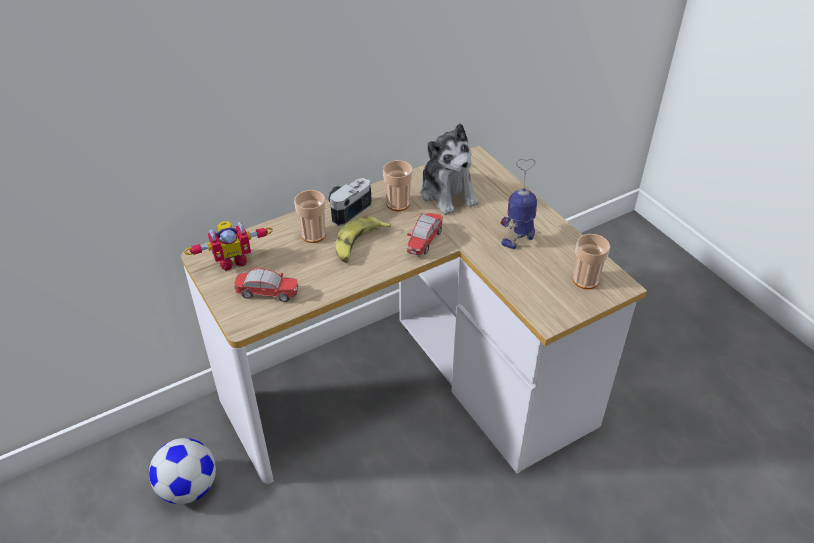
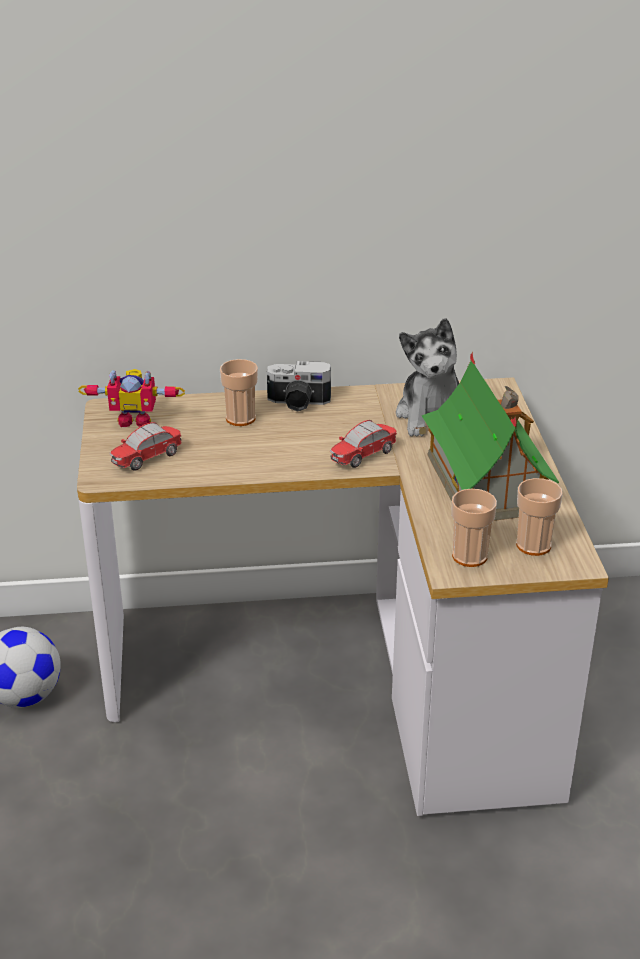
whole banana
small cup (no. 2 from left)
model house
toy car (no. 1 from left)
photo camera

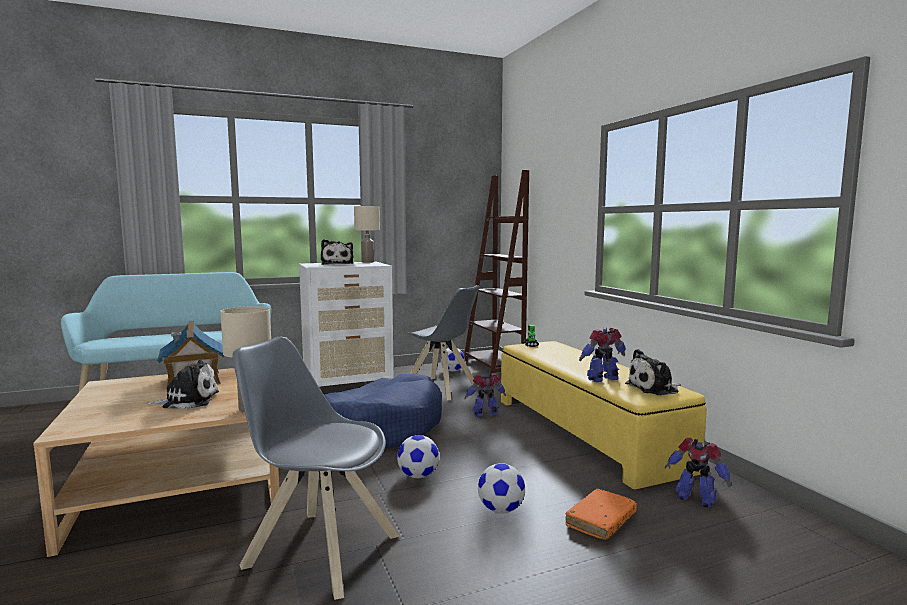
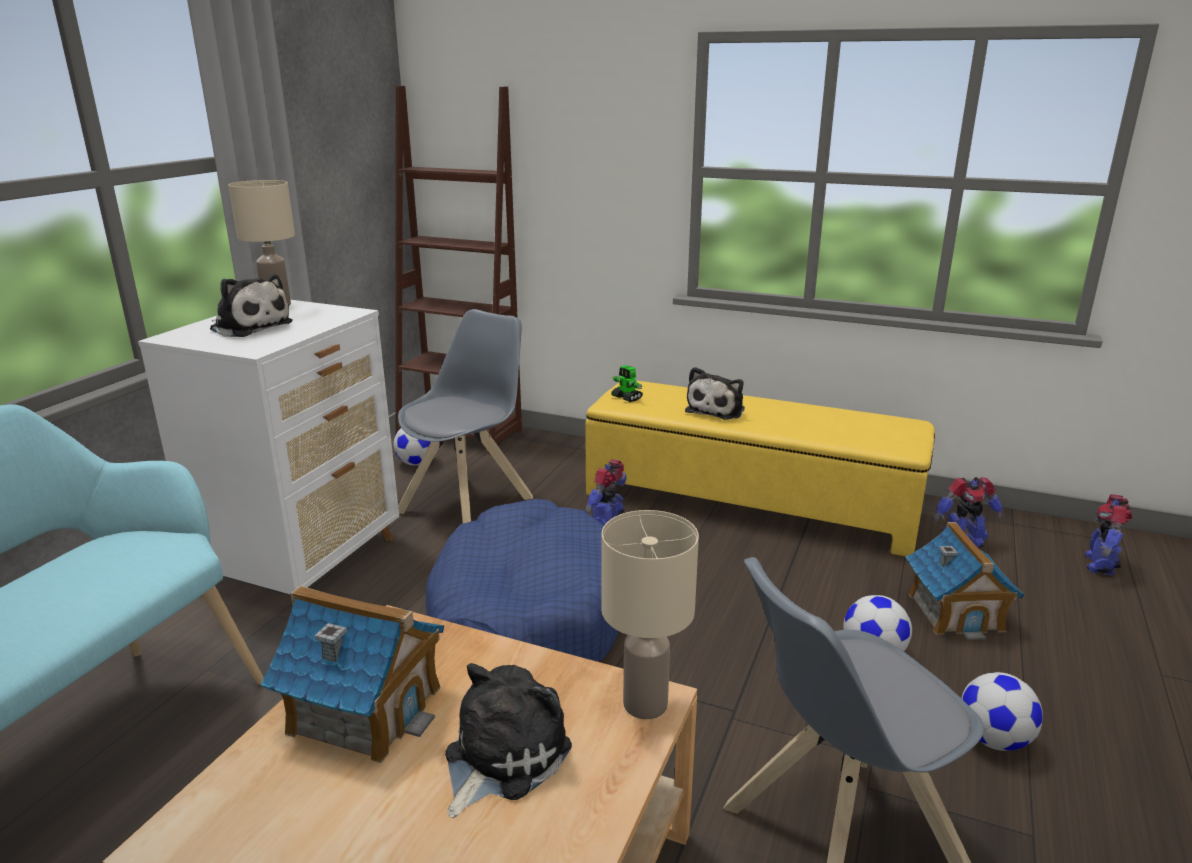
ball for football (no. 3 from left)
toy robot (no. 4 from left)
plush toy (no. 3 from left)
model house (no. 2 from left)
grey chair (no. 1 from left)

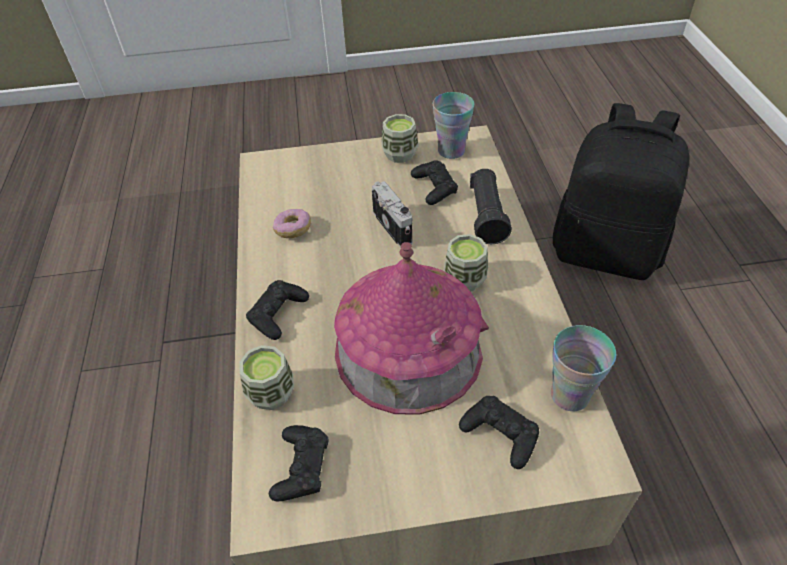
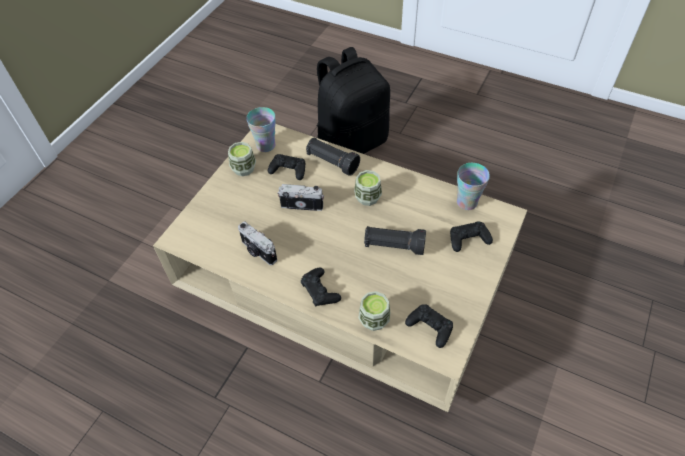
photo camera (no. 1 from left)
blackish flashlight (no. 2 from left)

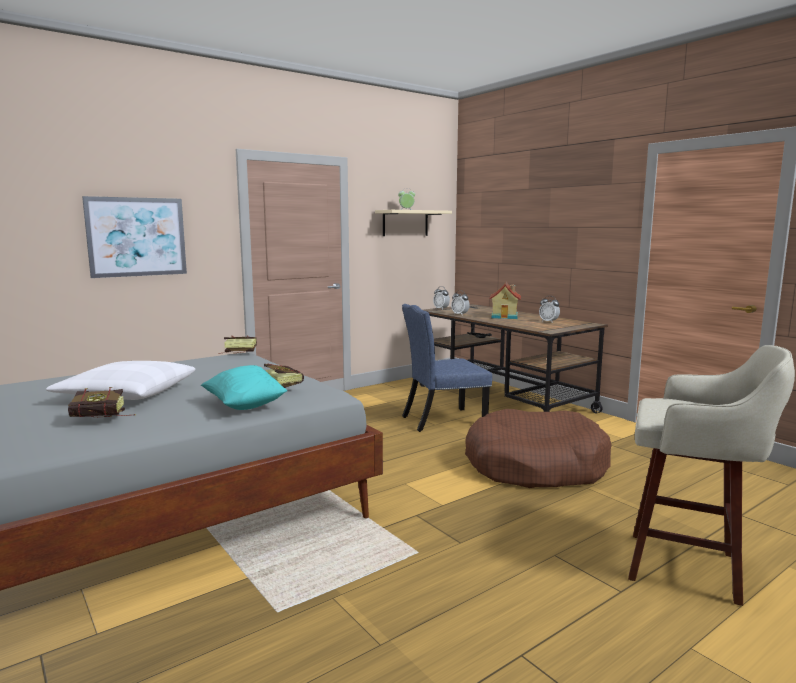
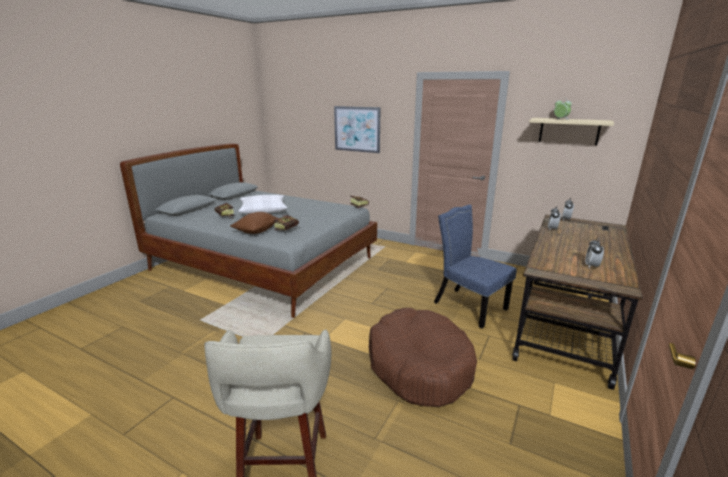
model house
brownish throw pillow

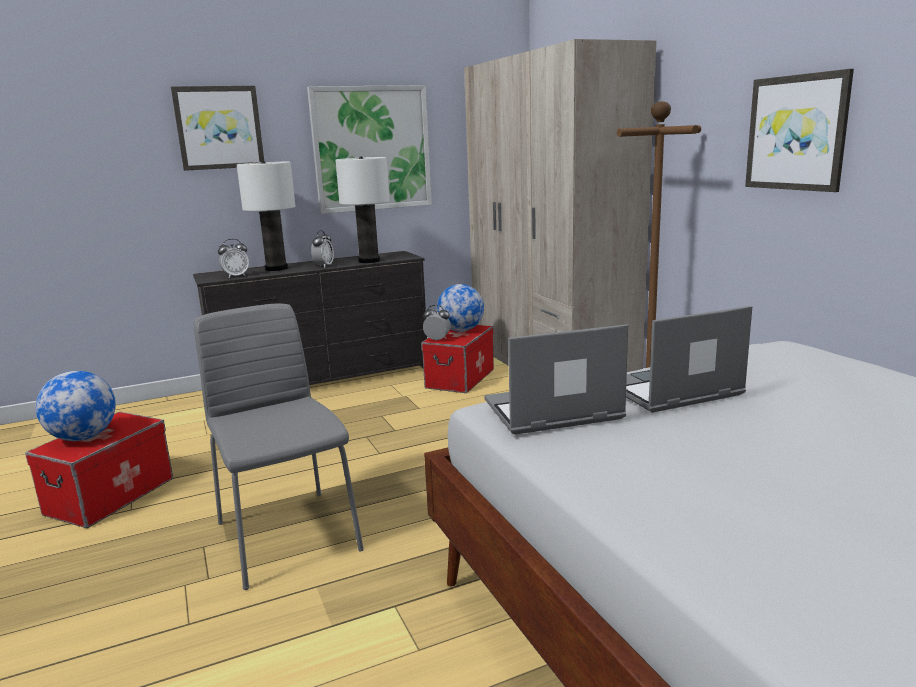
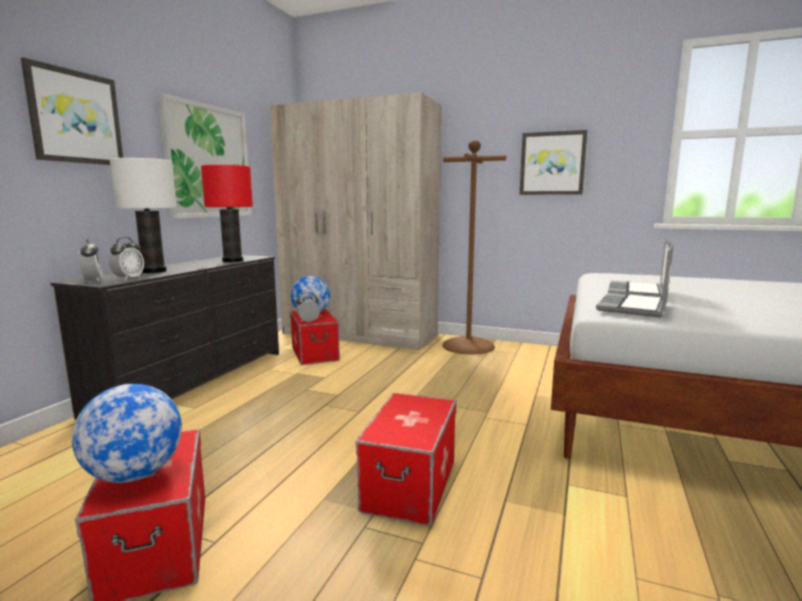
alarm clock (no. 1 from left)
storage bin (no. 3 from left)
red tabletop lamp

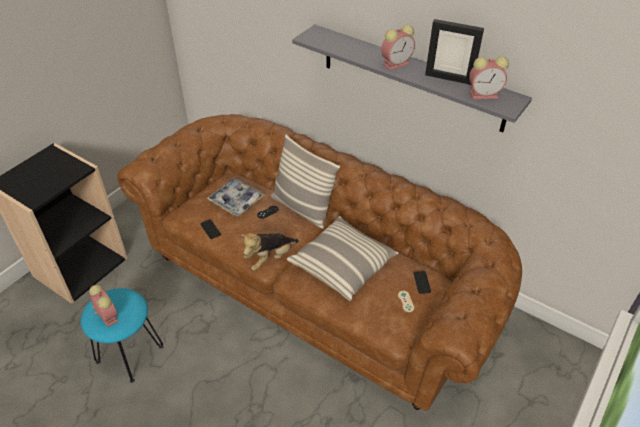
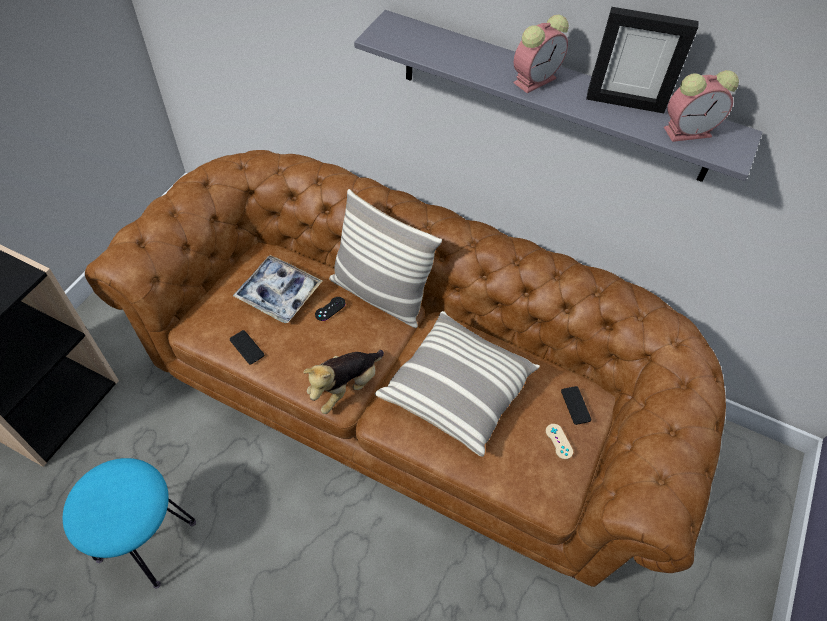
alarm clock (no. 1 from left in the first image)

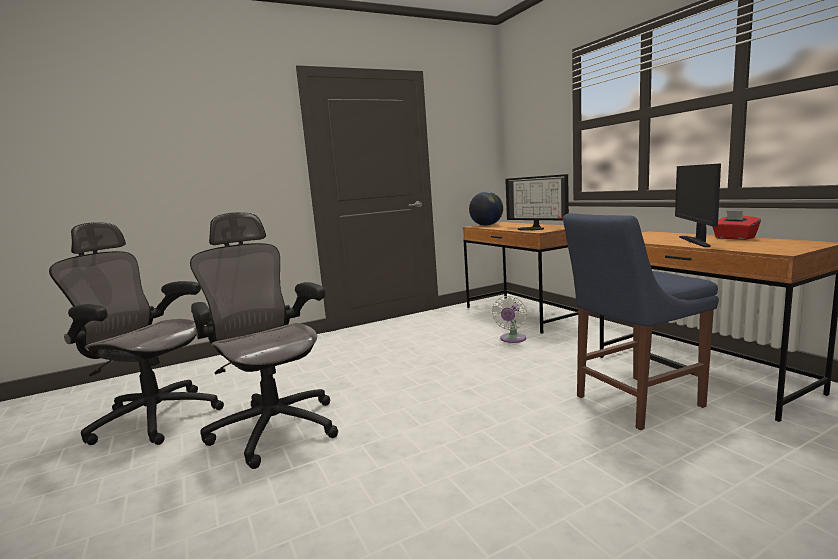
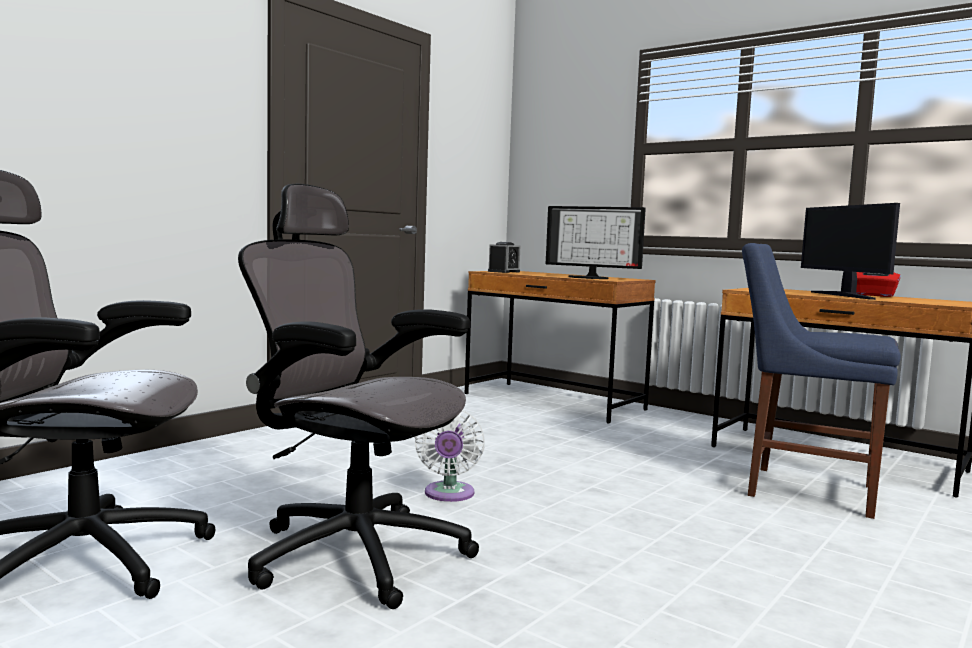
white-coloured electric fan
alarm clock
bluish chair

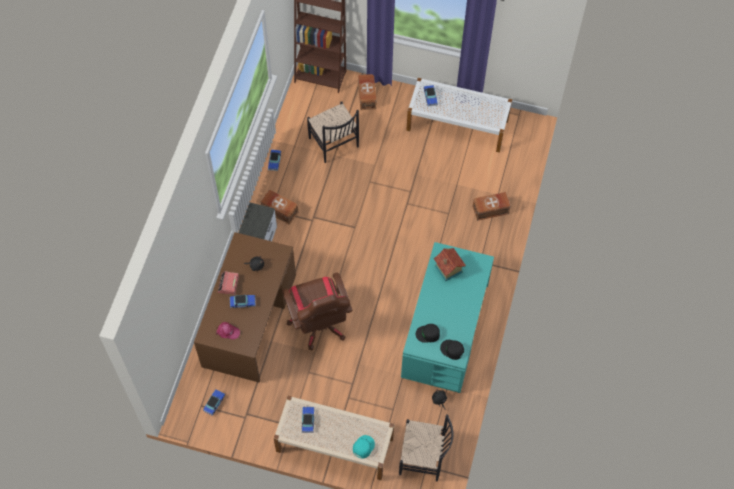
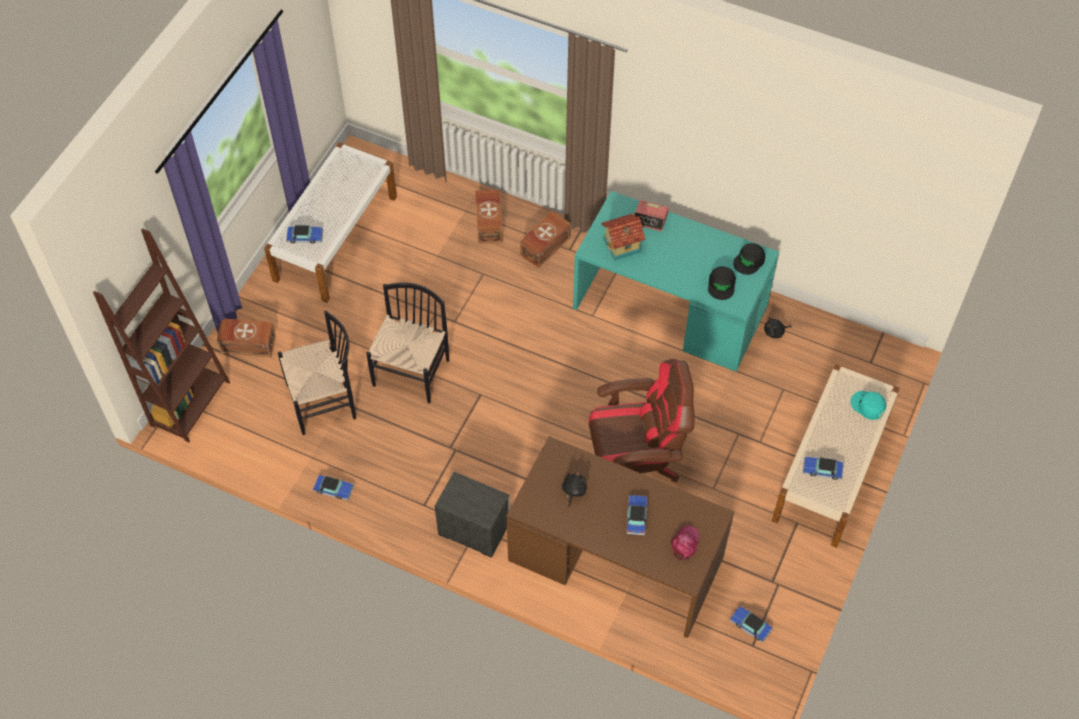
alarm clock
brownish storage bin (no. 3 from left)
blackish chair (no. 2 from left)

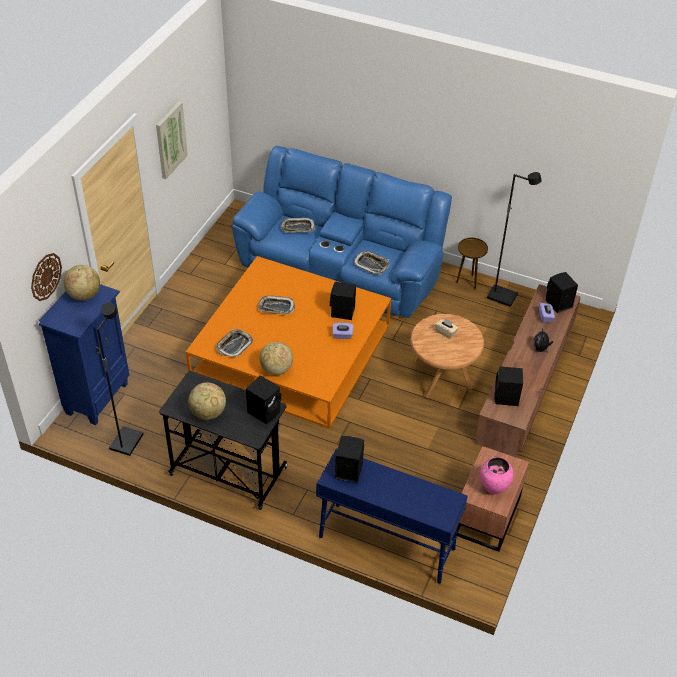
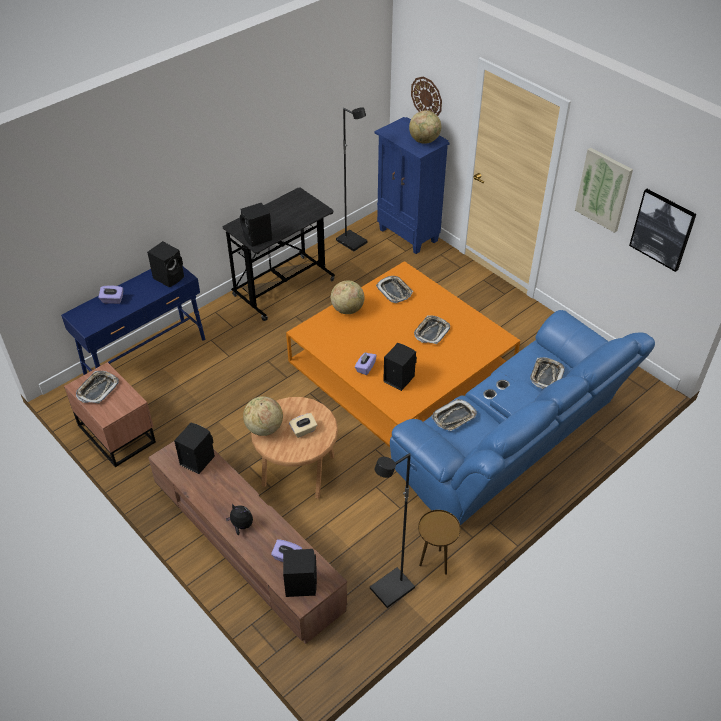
purplish tissue box (no. 1 from left)
wall picture (no. 2 from left)
desk globe (no. 1 from left)
tray (no. 1 from left)

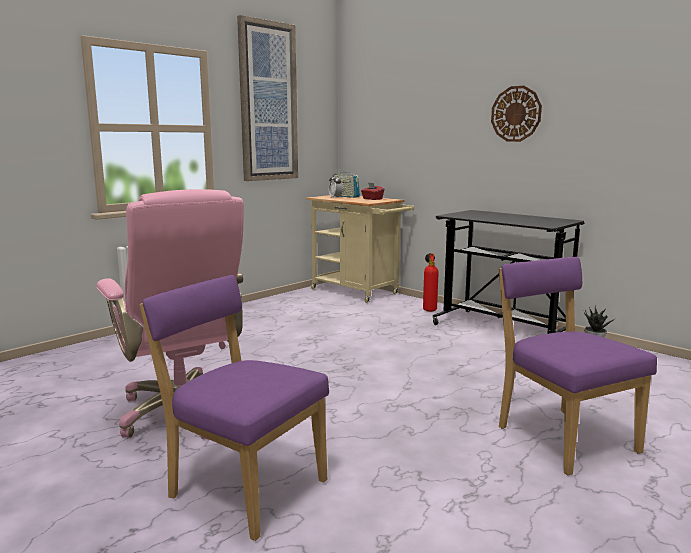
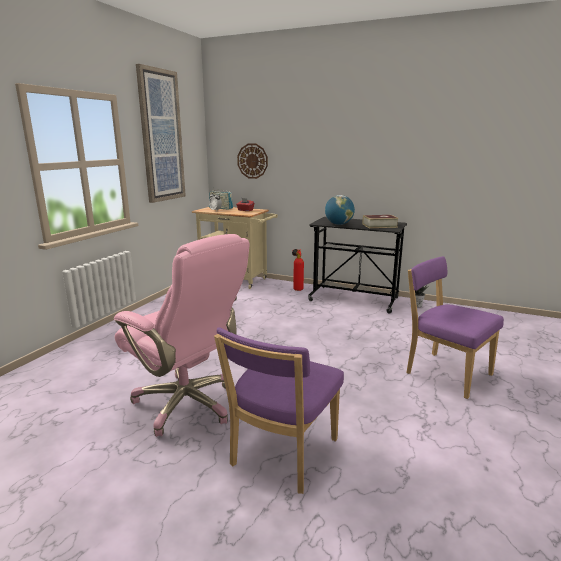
desk globe
bound book
hanging clock
purplish chair (no. 1 from left)

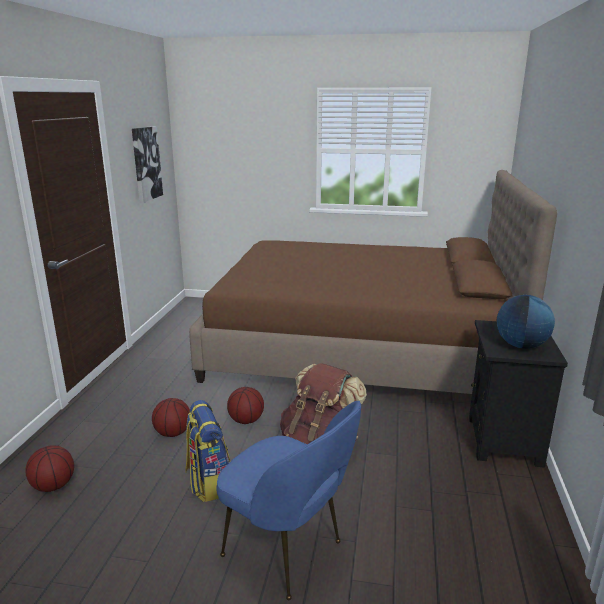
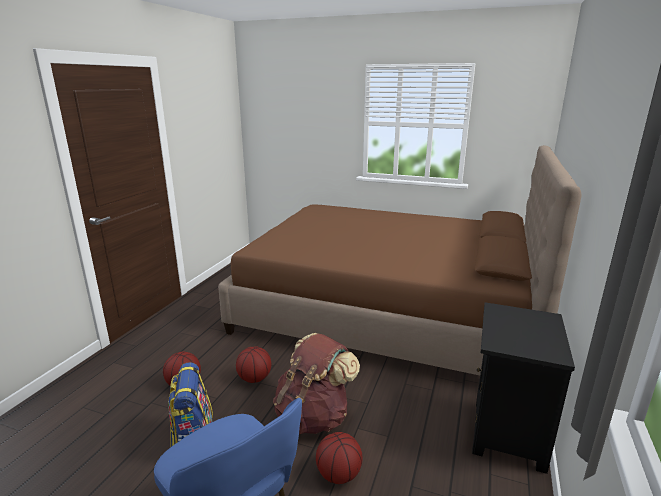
wall picture
desk globe
basketball (no. 3 from left)

